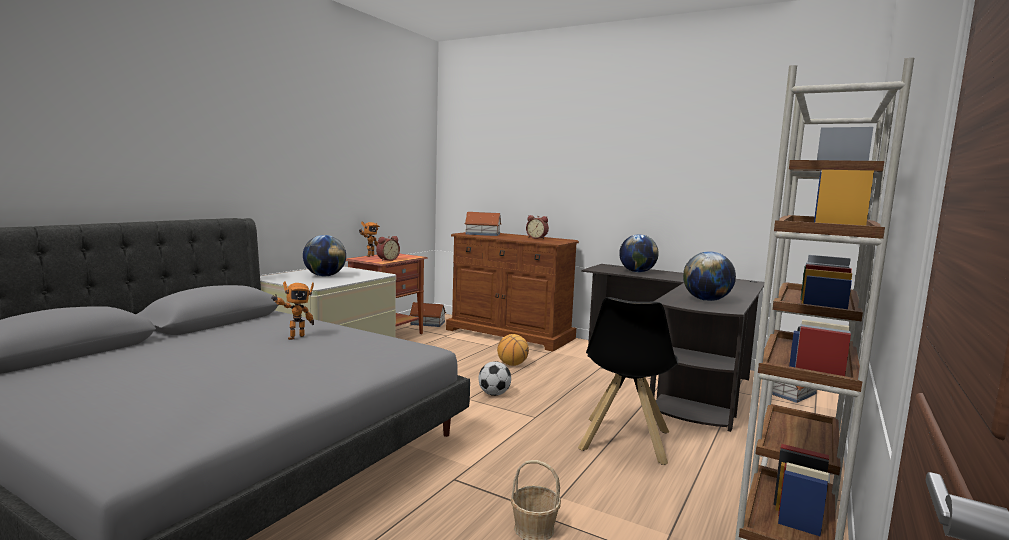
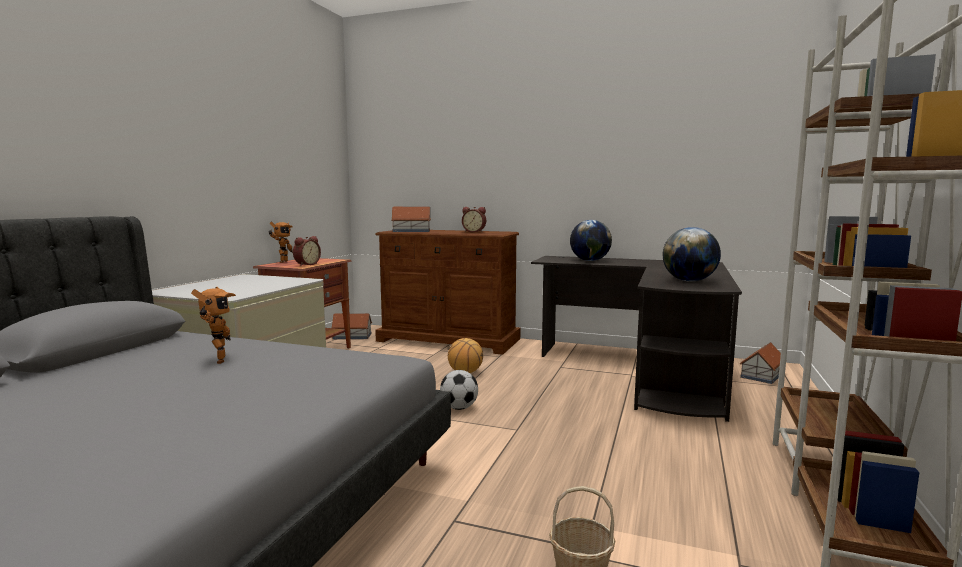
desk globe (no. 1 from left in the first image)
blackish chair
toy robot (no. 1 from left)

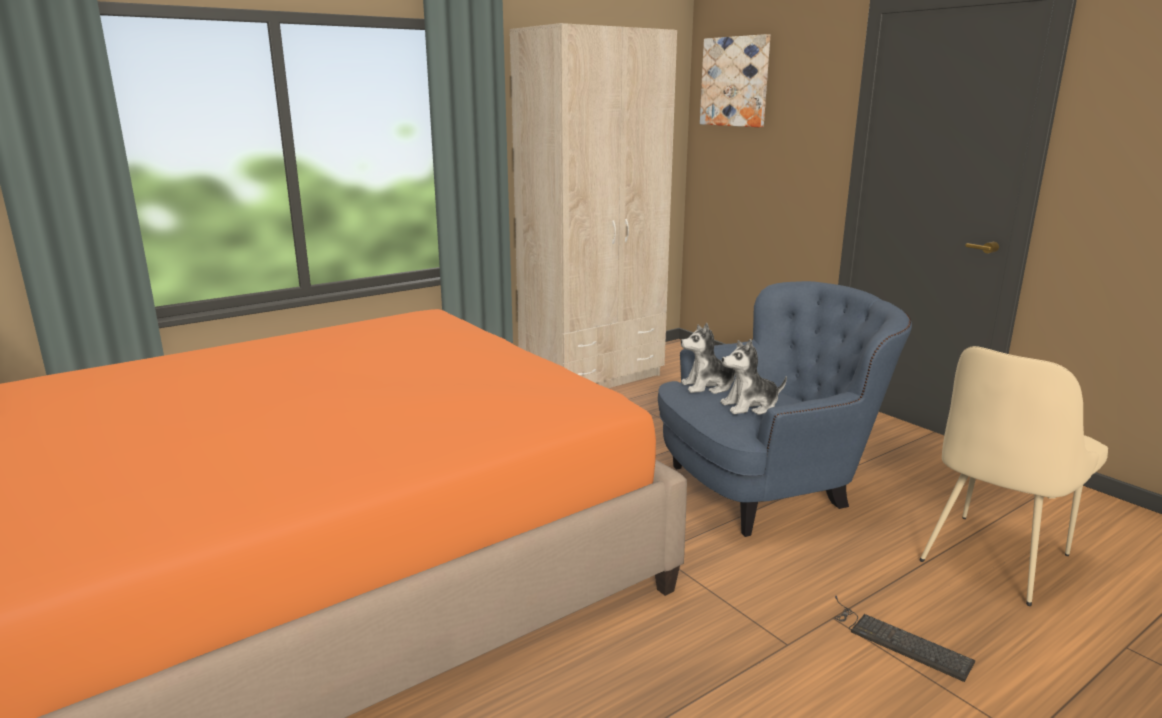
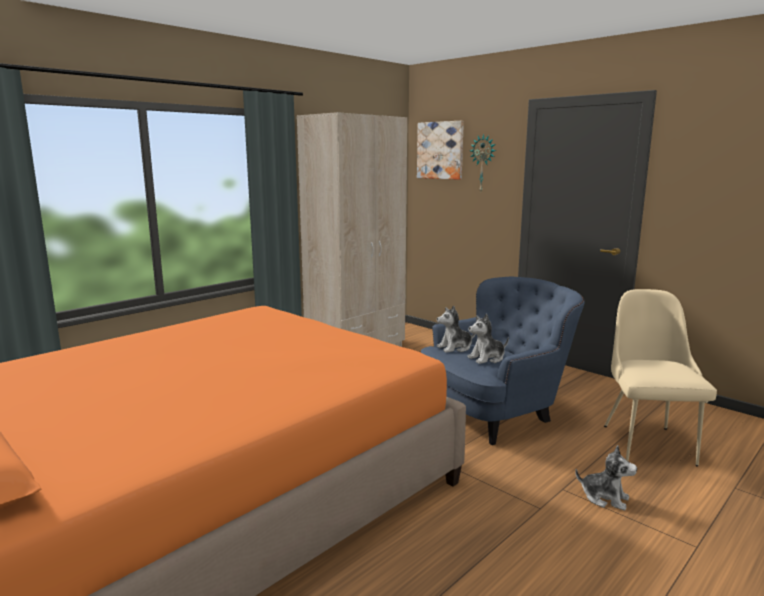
hanging clock
plush toy (no. 3 from left)
beige-coloured chair

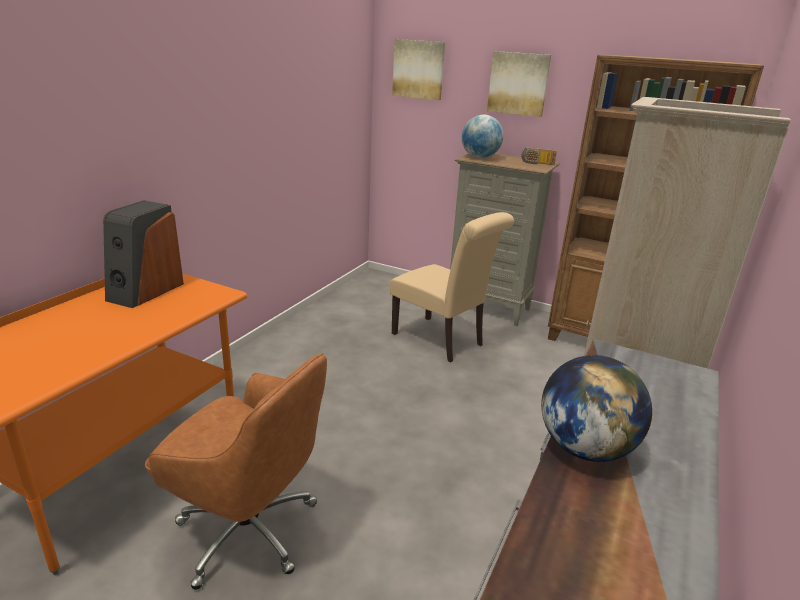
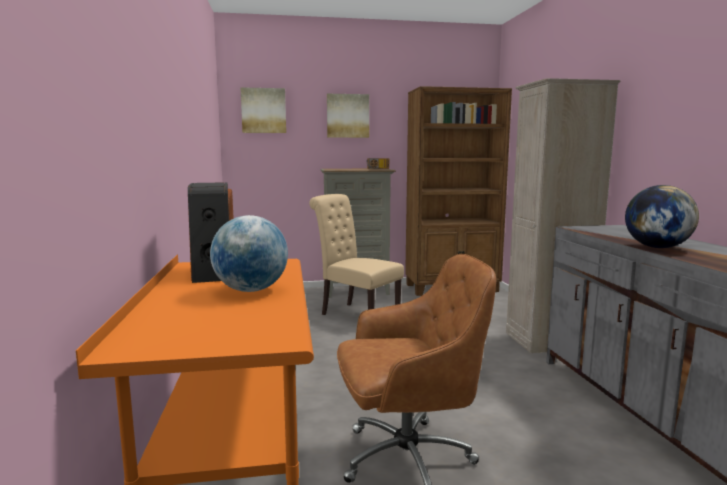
desk globe (no. 1 from left)
beige-coloured chair

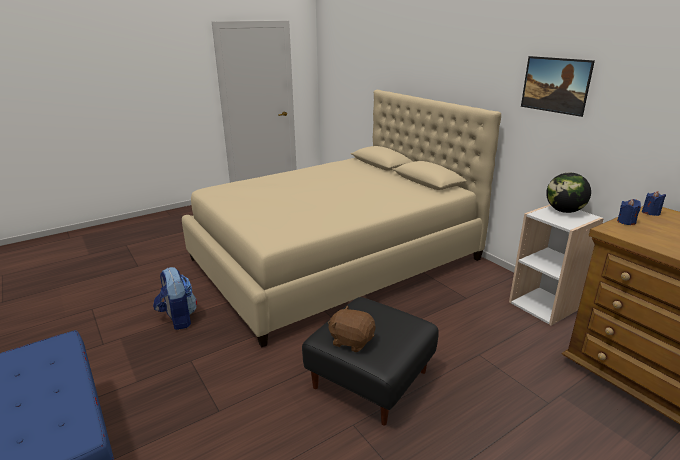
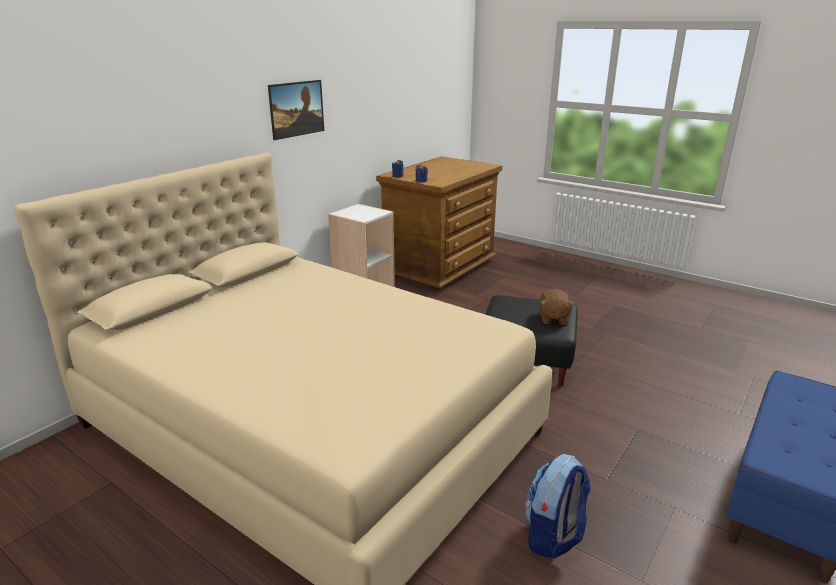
desk globe

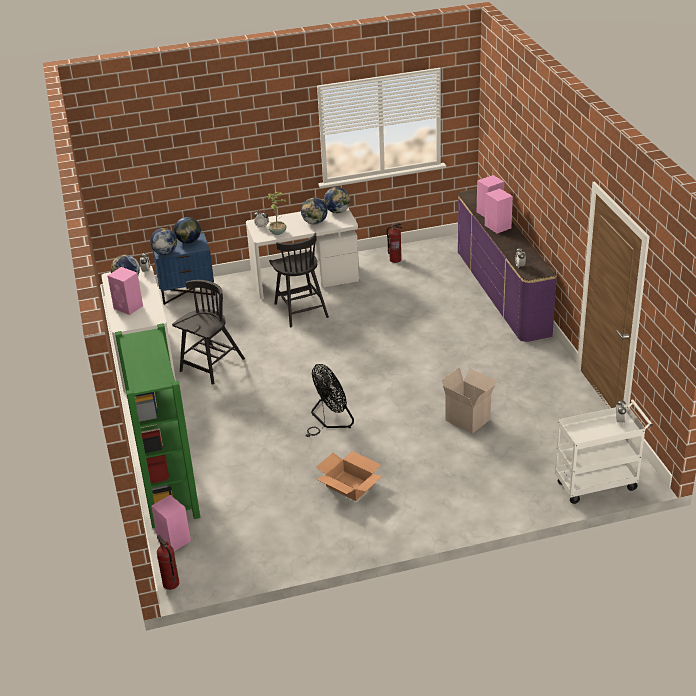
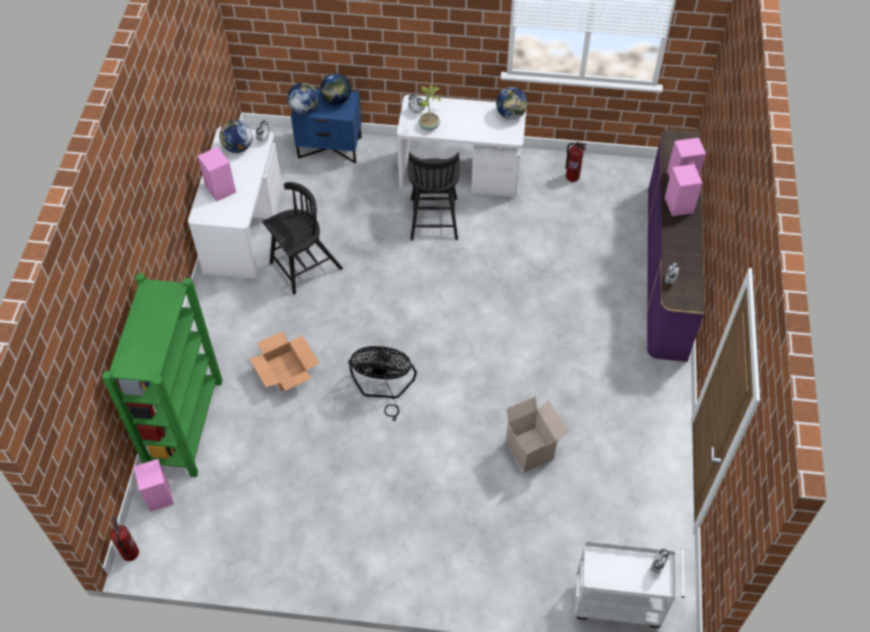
desk globe (no. 4 from left in the first image)
carton (no. 1 from left)
blackish electric fan

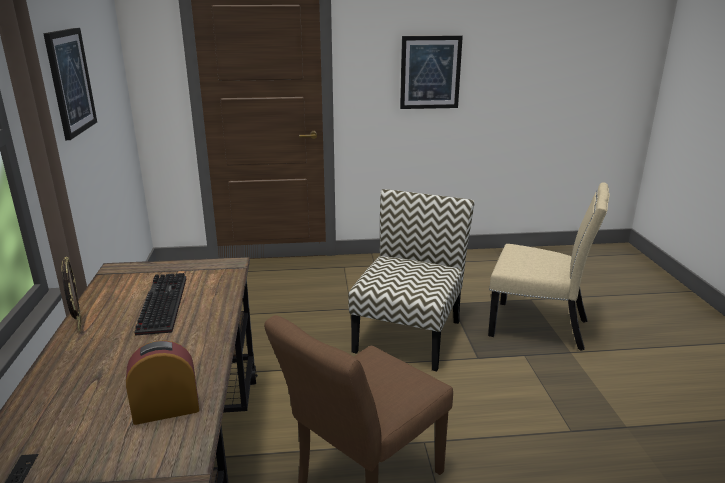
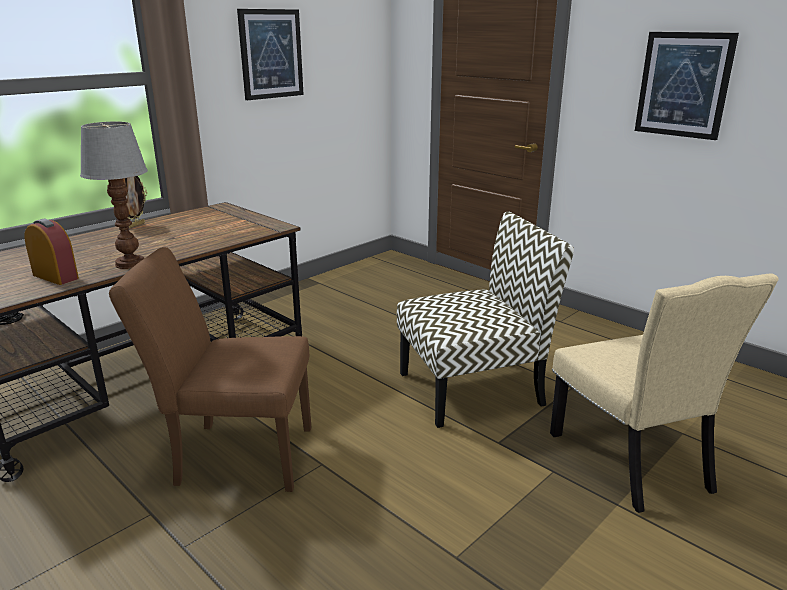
PC keyboard
tabletop lamp

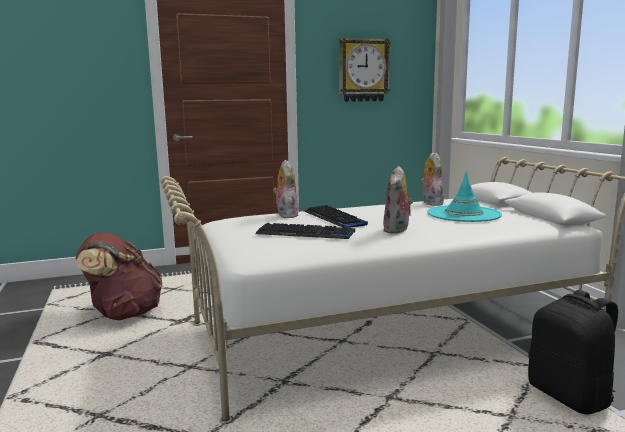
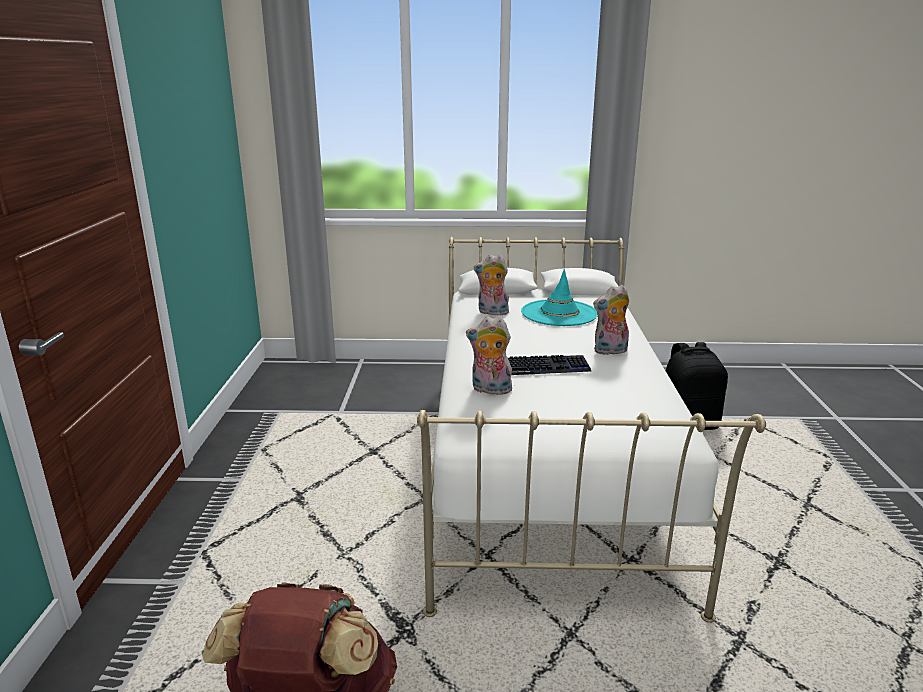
PC keyboard (no. 1 from left in the first image)
hanging clock
plush toy (no. 3 from left)

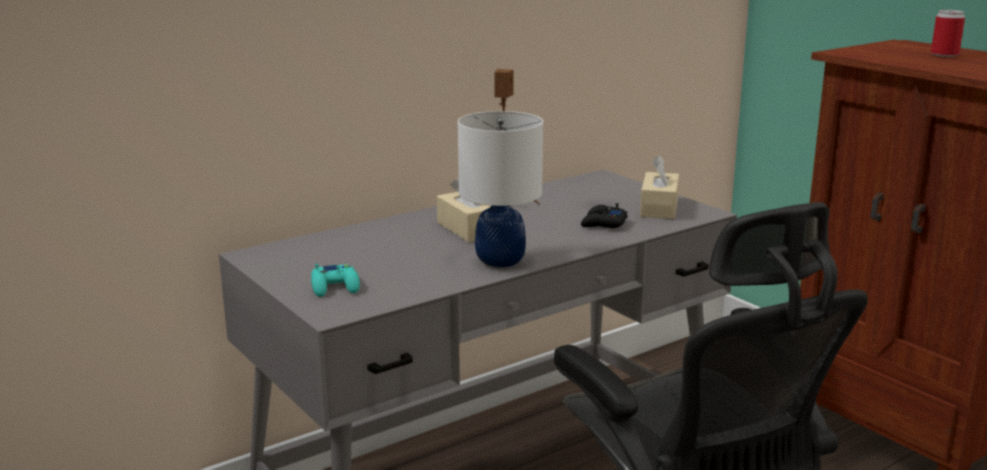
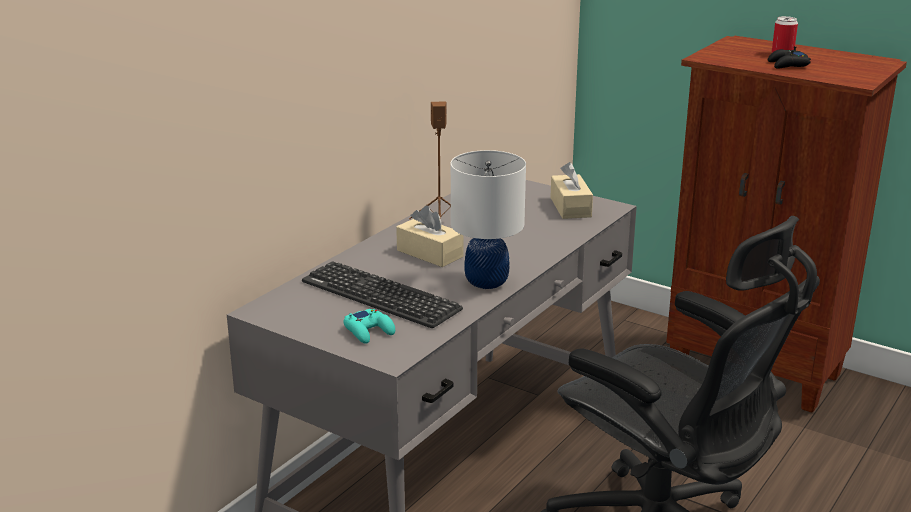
PC keyboard
blackish game controller

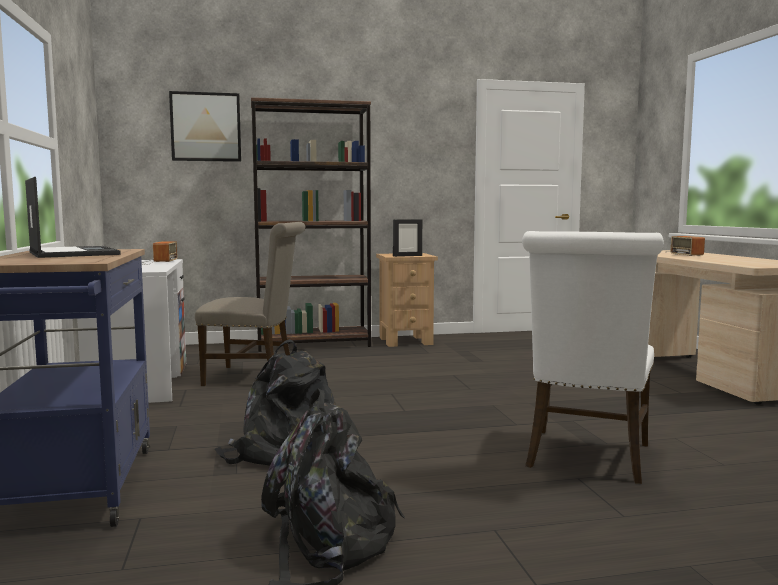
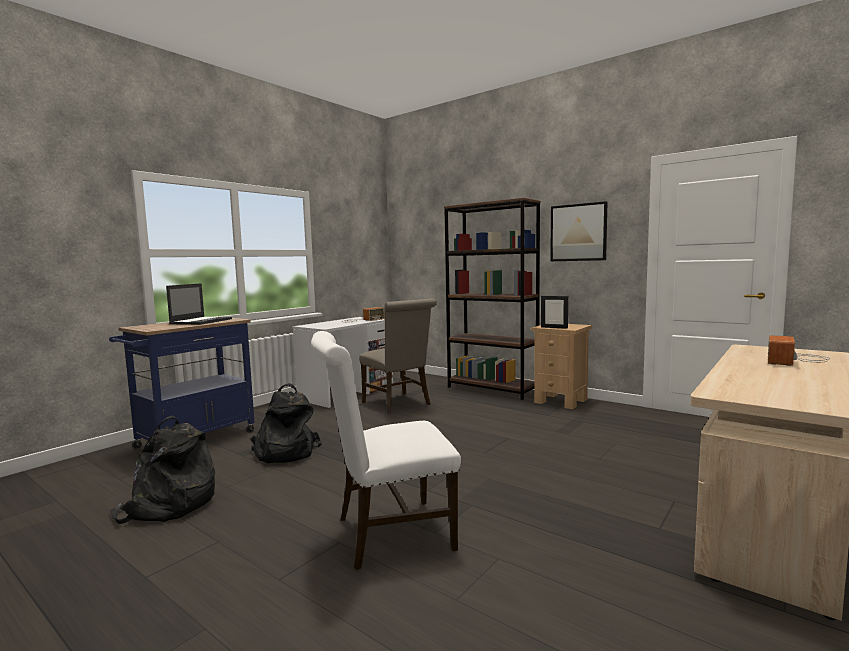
wall picture

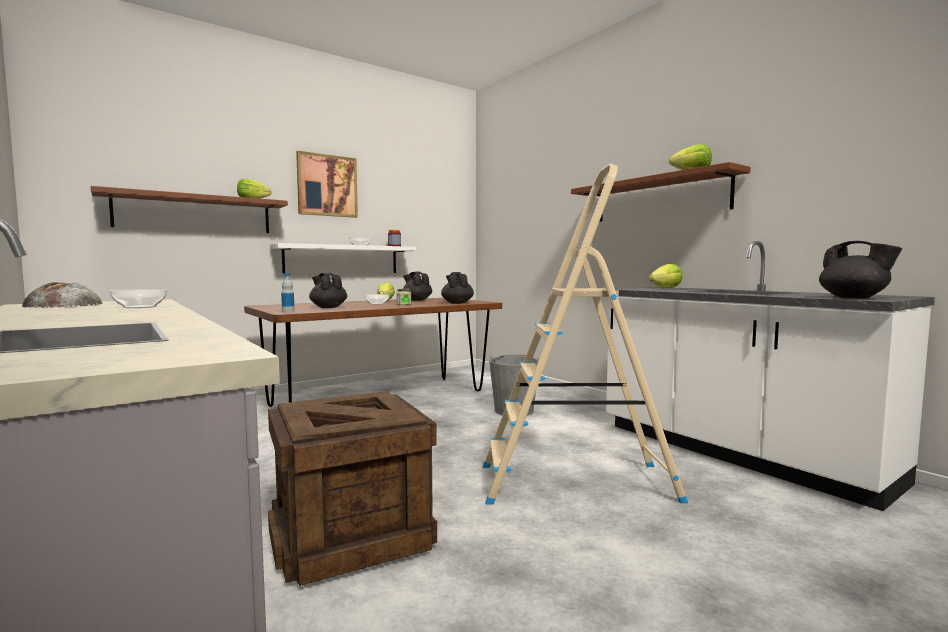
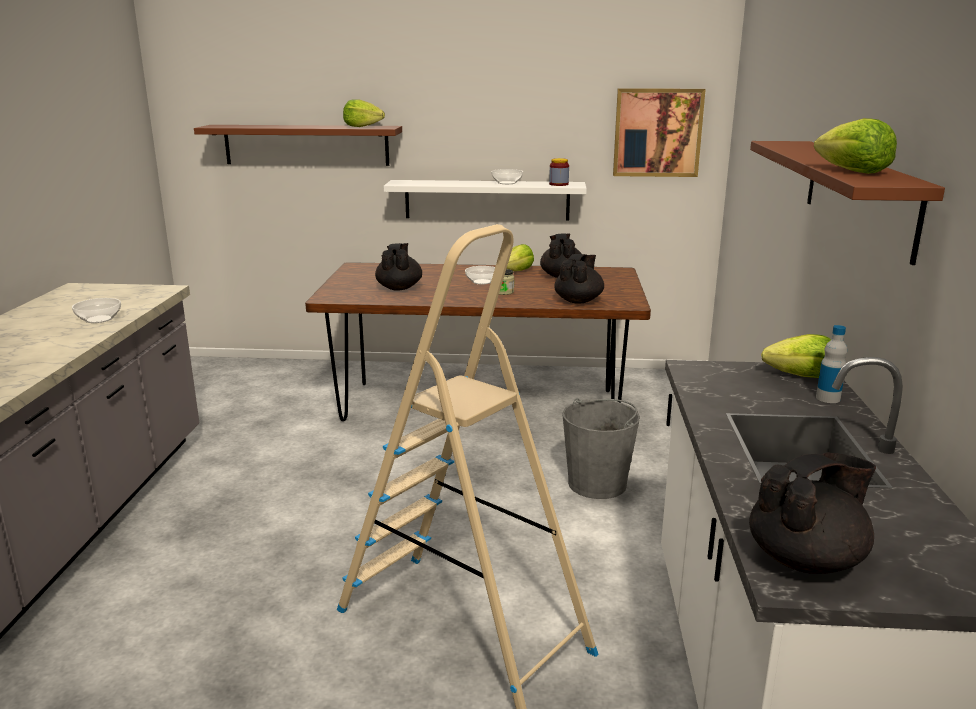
bakery bread
crate
drink bottle
wall picture
blackish pot for tea (no. 4 from left)

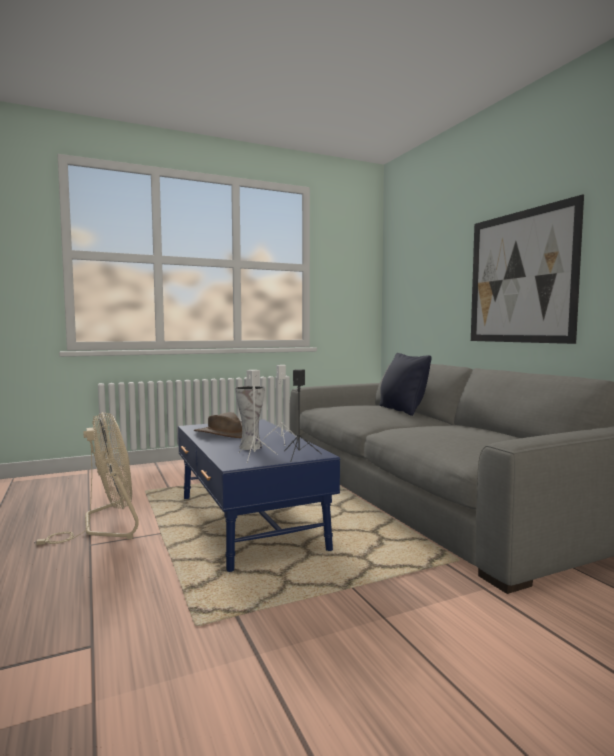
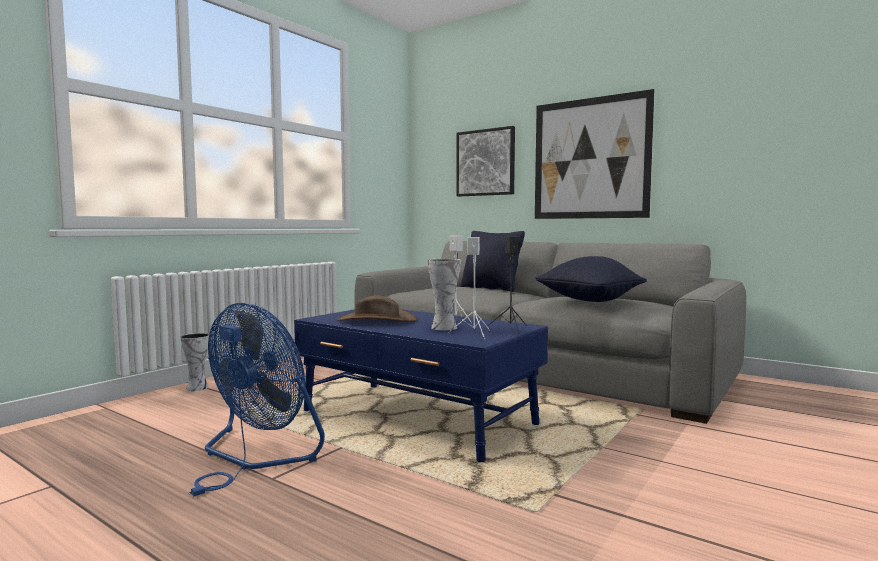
decorative vase (no. 1 from left)
wall picture (no. 1 from left)
blackish throw pillow (no. 2 from left)
bluish electric fan

